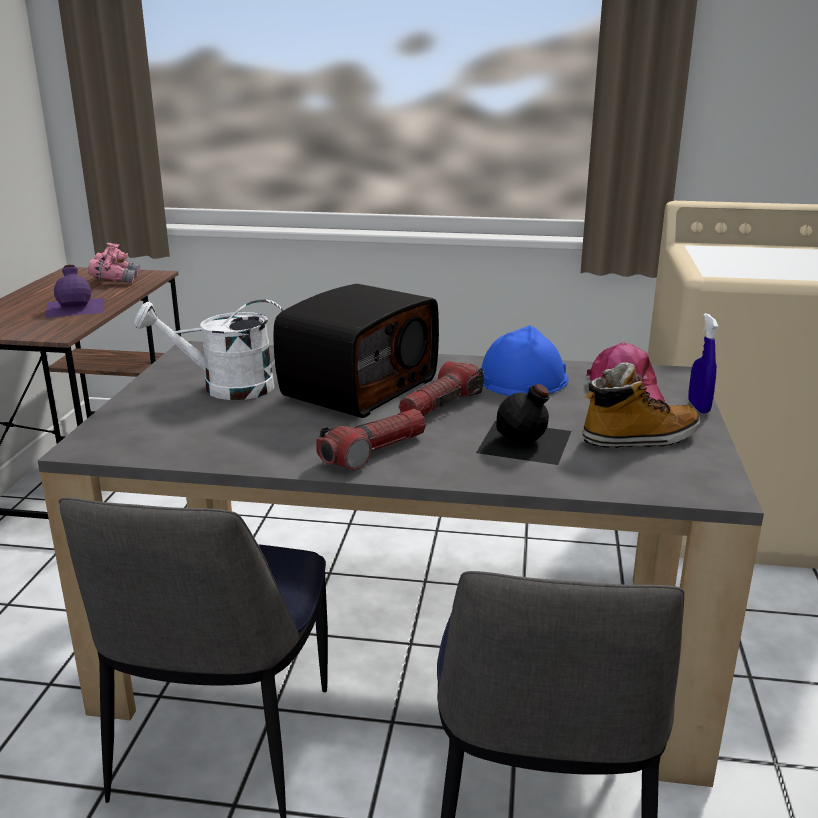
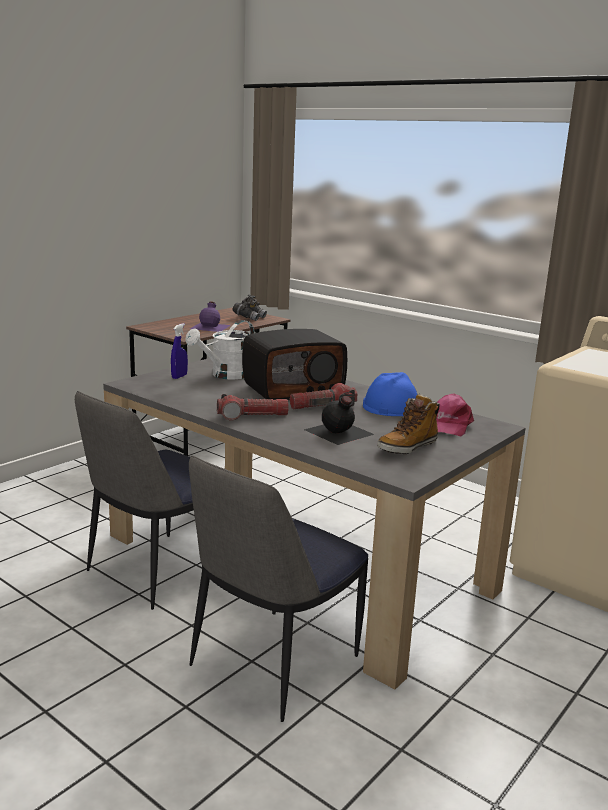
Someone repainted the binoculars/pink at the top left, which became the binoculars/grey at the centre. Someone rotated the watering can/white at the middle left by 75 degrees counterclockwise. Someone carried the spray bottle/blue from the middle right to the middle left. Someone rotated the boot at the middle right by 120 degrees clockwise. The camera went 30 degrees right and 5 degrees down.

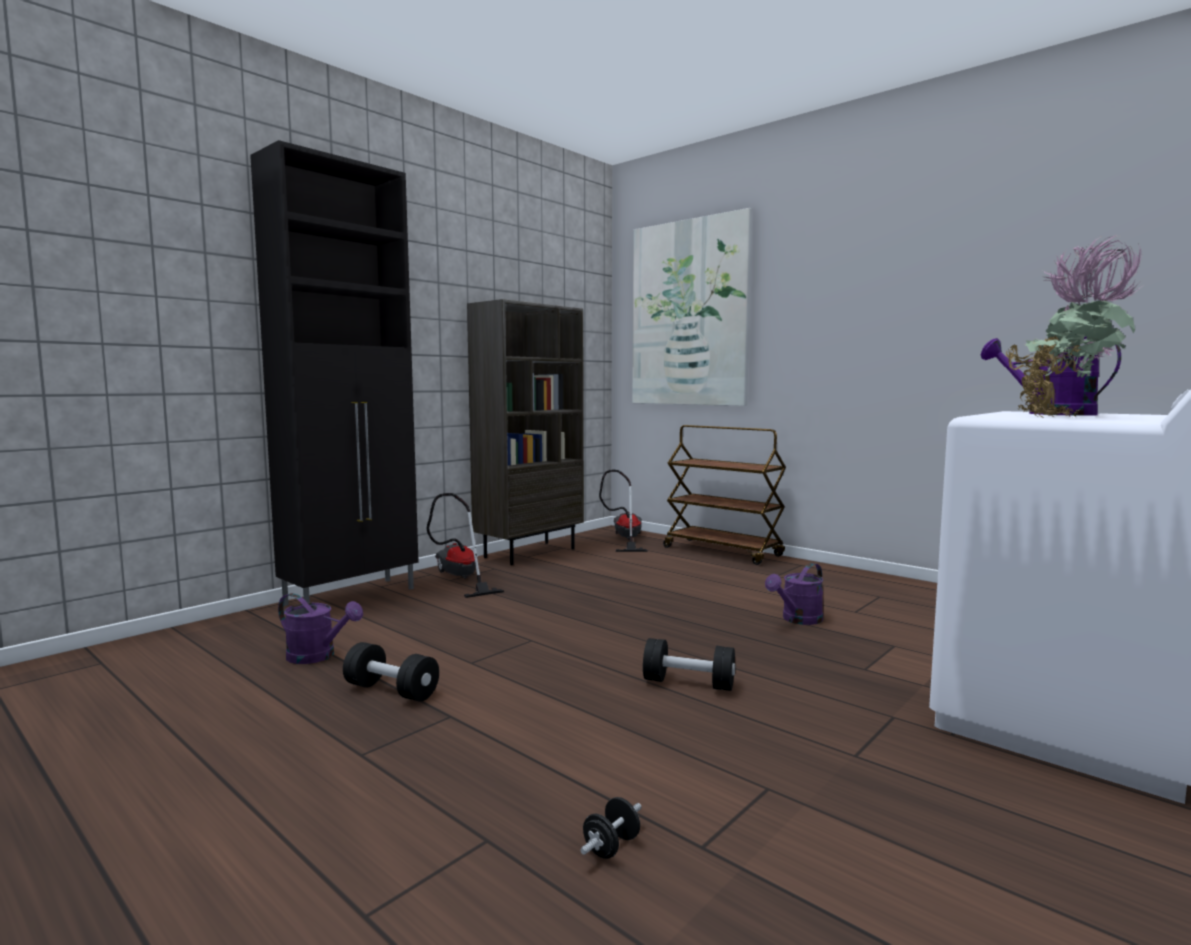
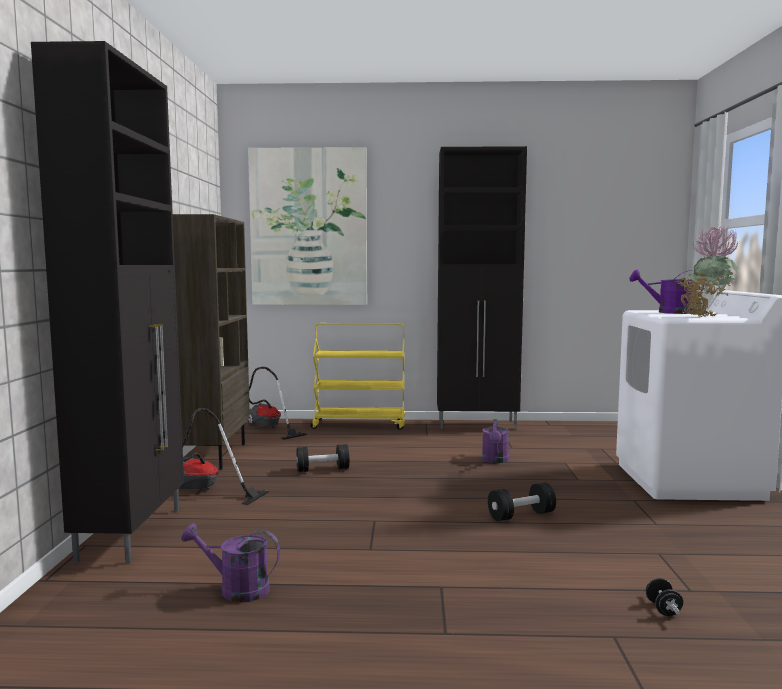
Someone repainted the cart/brown at the centre, which became the cart/yellow at the centre. Someone rotated the watering can/purple (1st from left) at the middle left by 150 degrees counterclockwise. Someone carried the dumbbell/black (1st from left) from the bottom left to the centre. Someone put down the cabinet/black (2nd from left) at the centre. The camera went 40 degrees left and 0 degrees up.

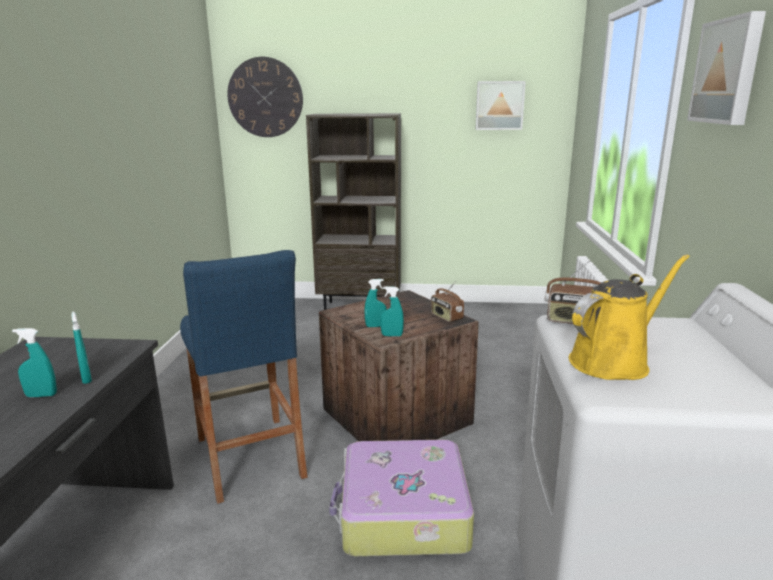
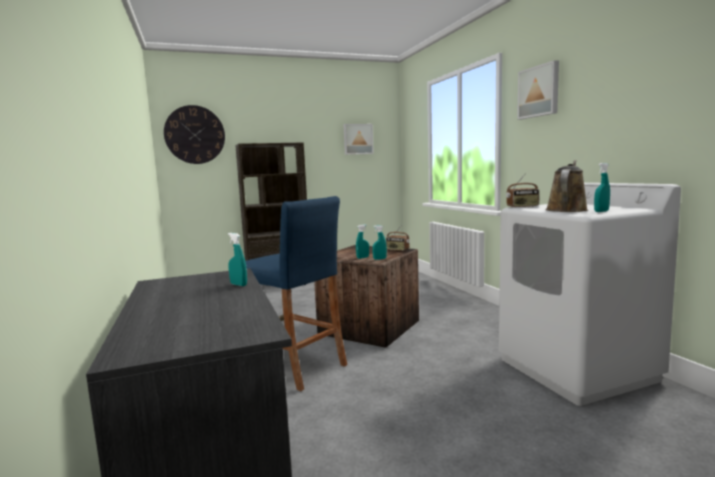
Someone repainted the watering can/yellow at the middle right, which became the watering can/brown at the middle right. Someone carried the spray bottle/turquoise (1st from left in the first image) from the middle left to the middle right. Someone took away the suitcase at the bottom centre. The camera went 25 degrees left and 10 degrees down.

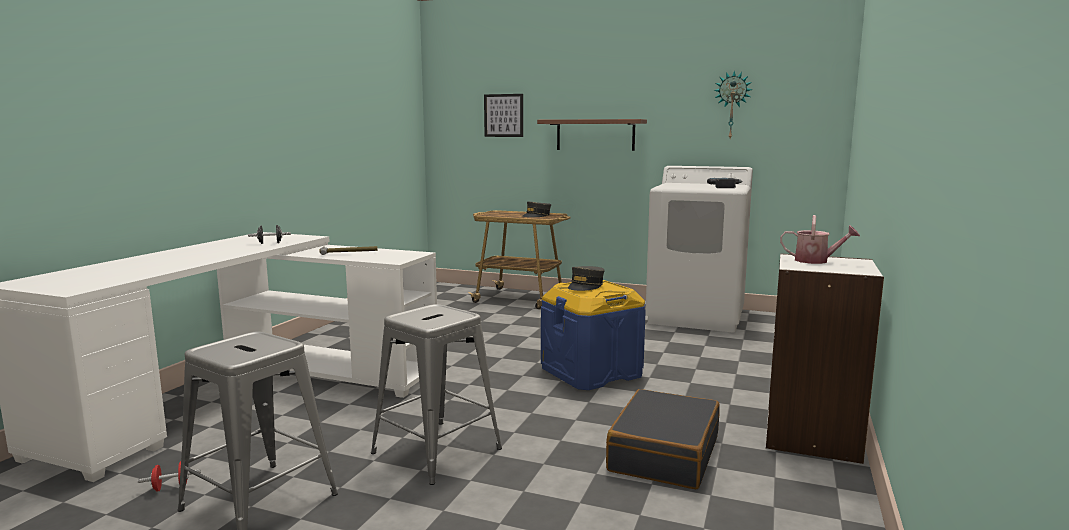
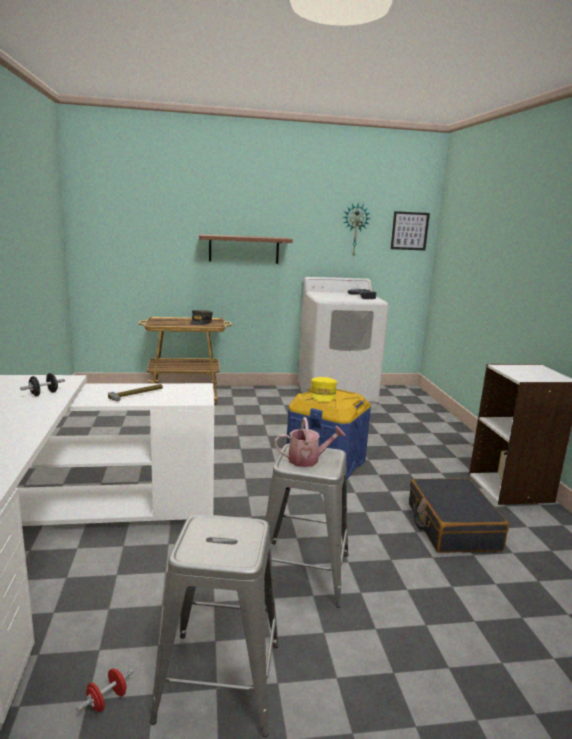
Someone carried the picture from the top centre to the top right. Someone carried the watering can from the middle right to the centre. Someone repainted the cap/grey (2nd from left) at the centre, which became the cap/yellow at the centre. The camera went 30 degrees left and 5 degrees up.

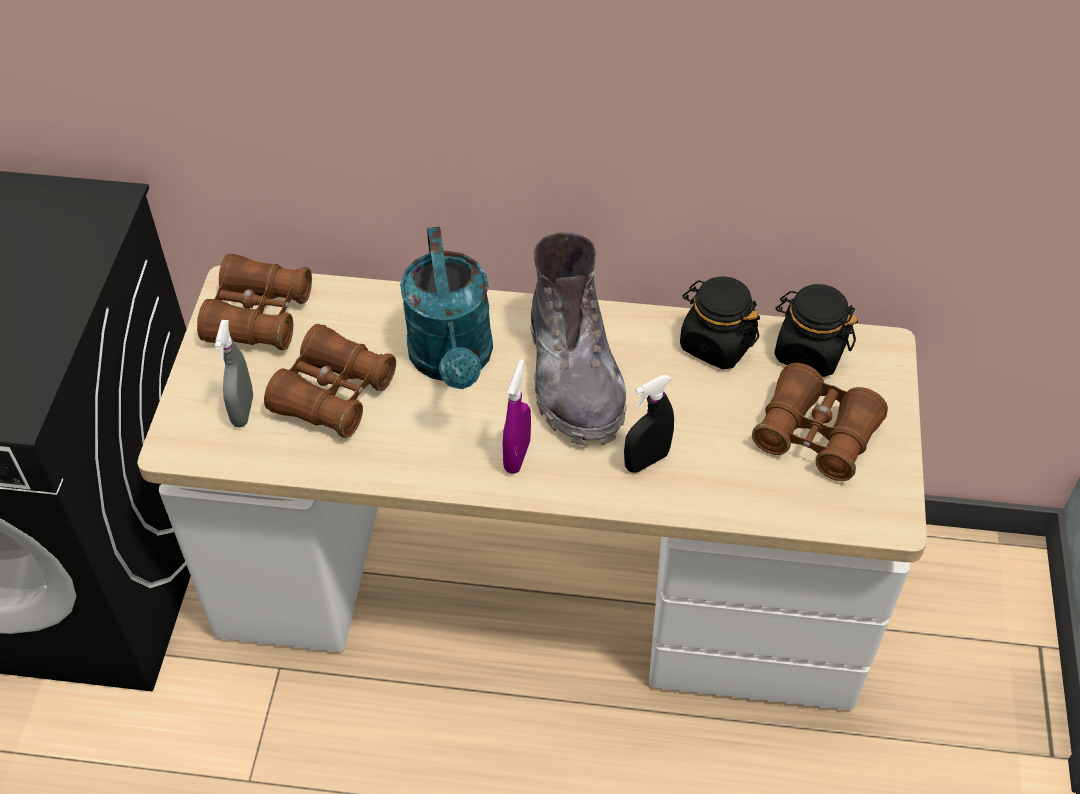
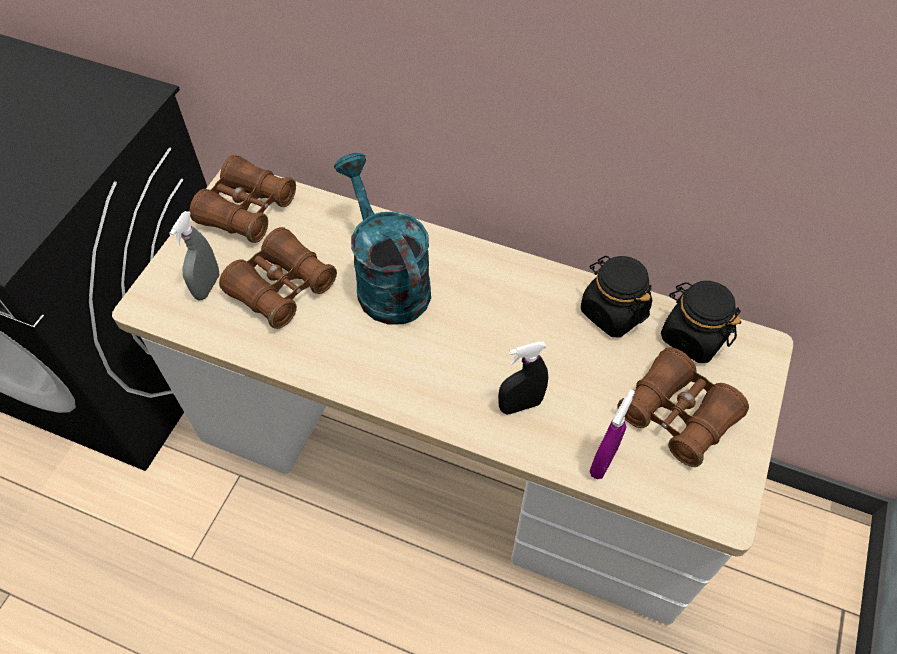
Someone rotated the watering can/turquoise at the centre by 150 degrees clockwise. Someone took away the boot/grey at the centre. Someone carried the spray bottle/purple from the centre to the middle right. The camera went 15 degrees right and 5 degrees up.

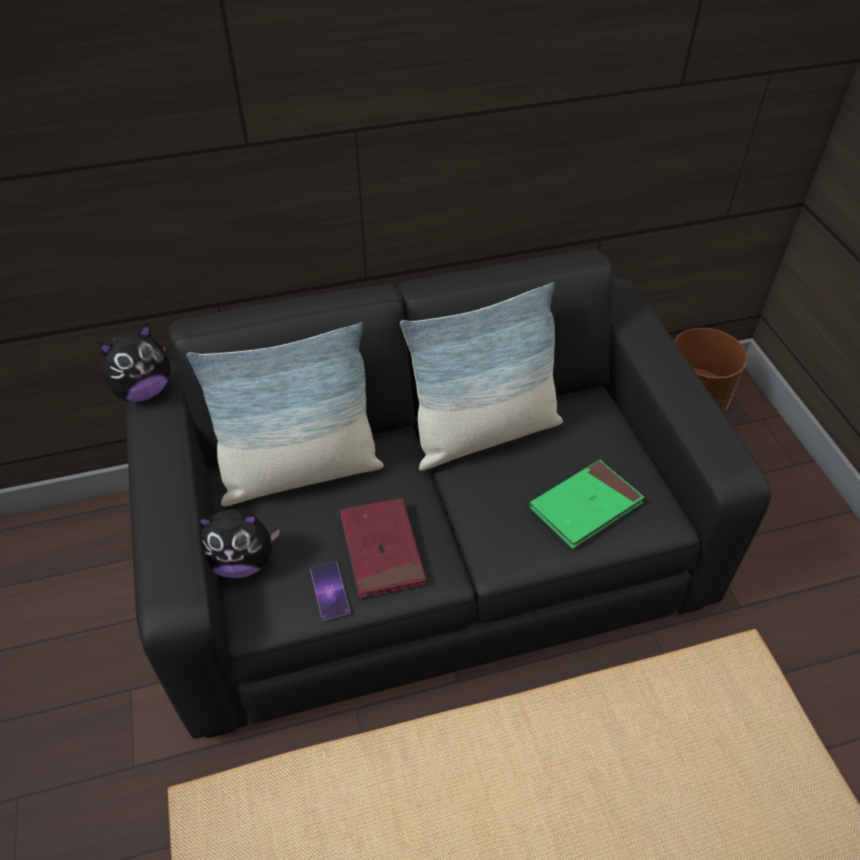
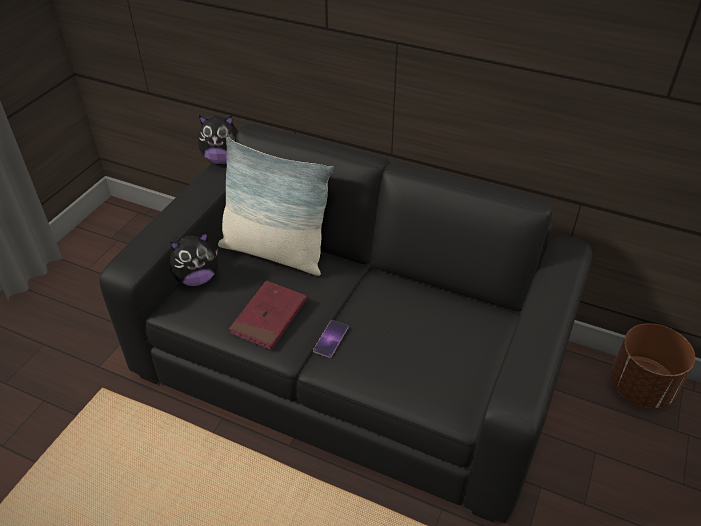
Someone took away the pillow (2nd from left) at the centre. Someone took away the book/green at the middle right. Someone rotated the plush toy (2nd from left in the first image) at the middle left by 60 degrees counterclockwise. Someone carried the phone from the bottom centre to the centre. The camera went 40 degrees right and 5 degrees down.

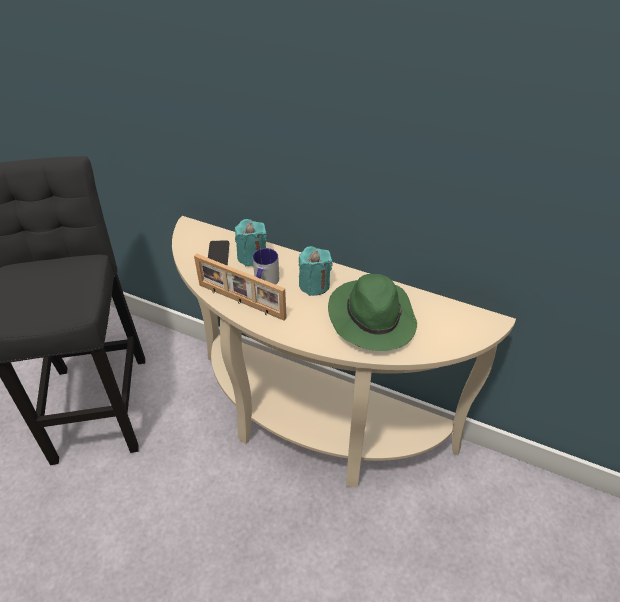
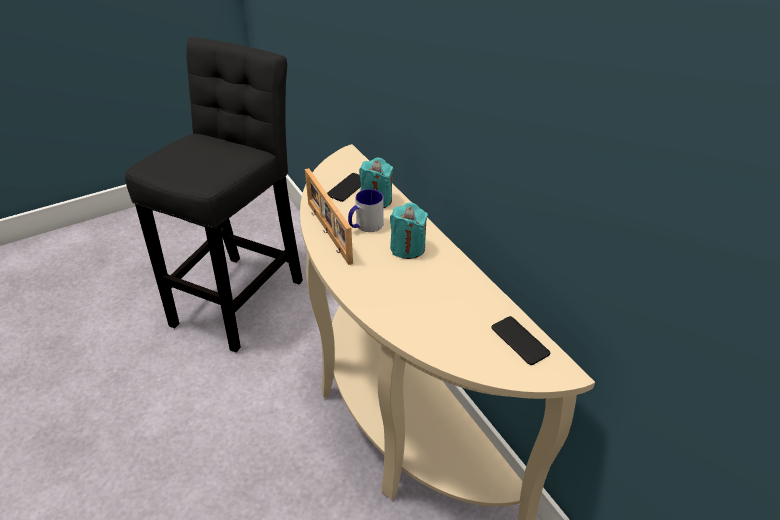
Someone took away the hat/green at the centre. Someone put down the phone (2nd from left) at the middle right. The camera went 35 degrees right and 5 degrees down.

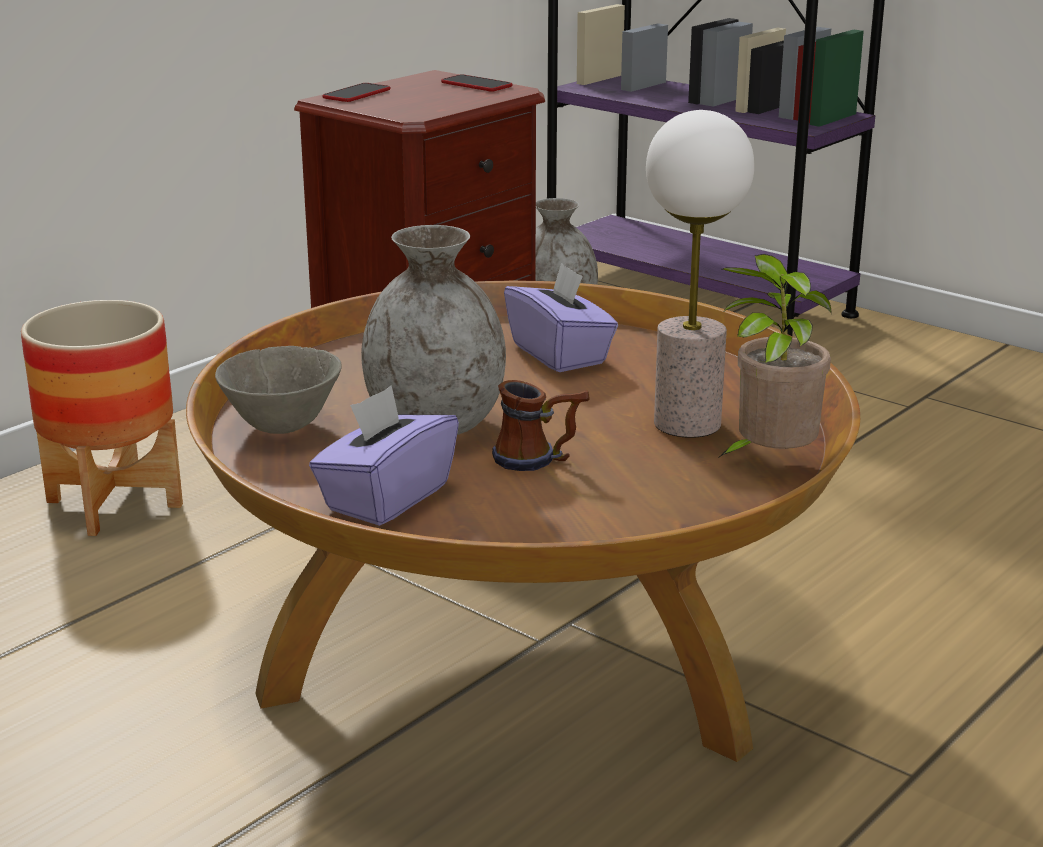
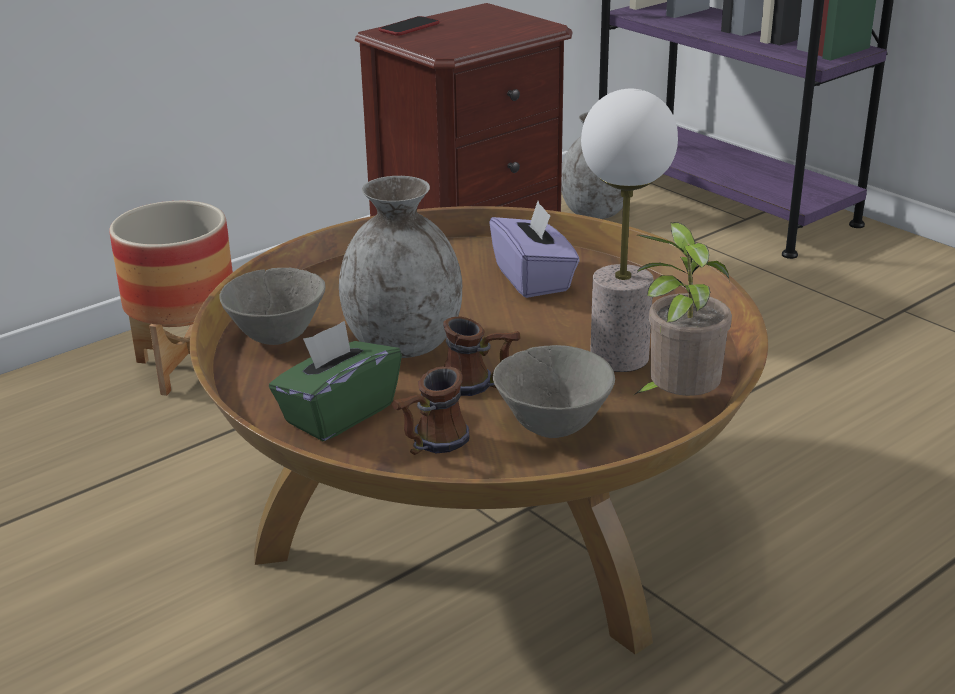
Someone took away the phone (2nd from left) at the top centre. Someone repainted the tissue box/purple (1st from left) at the centre, which became the tissue box/green at the centre. Someone put down the bowl/grey (2nd from left) at the centre. Someone put down the mug (1st from left) at the centre. The camera went 10 degrees right and 5 degrees up.

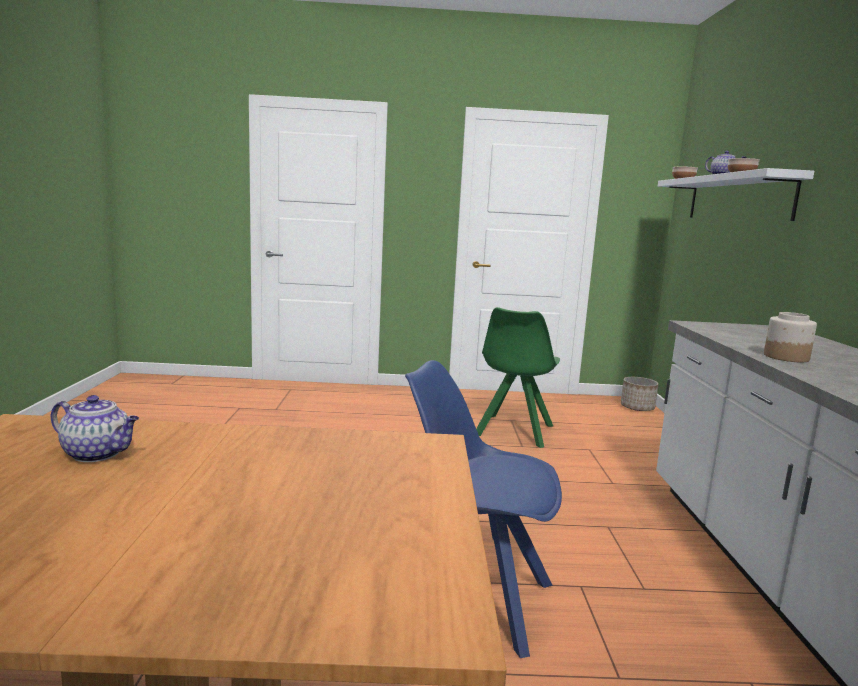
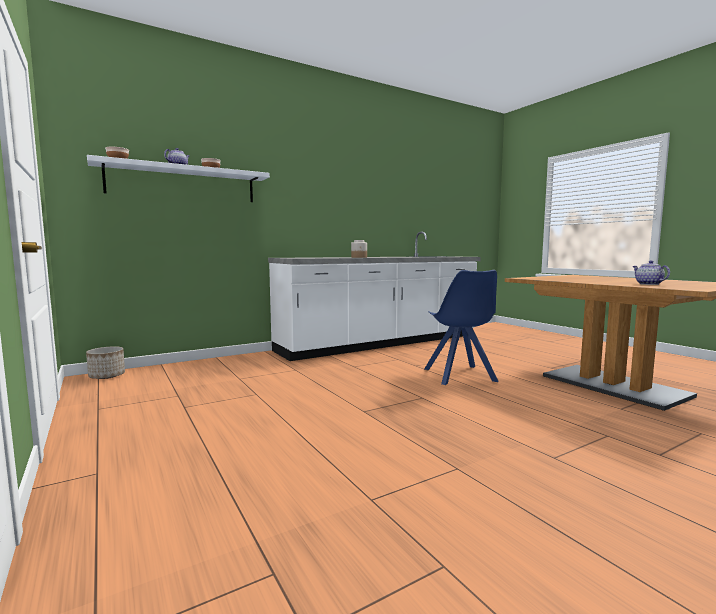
Someone took away the chair/green at the centre. The camera went 120 degrees left and 5 degrees down.

